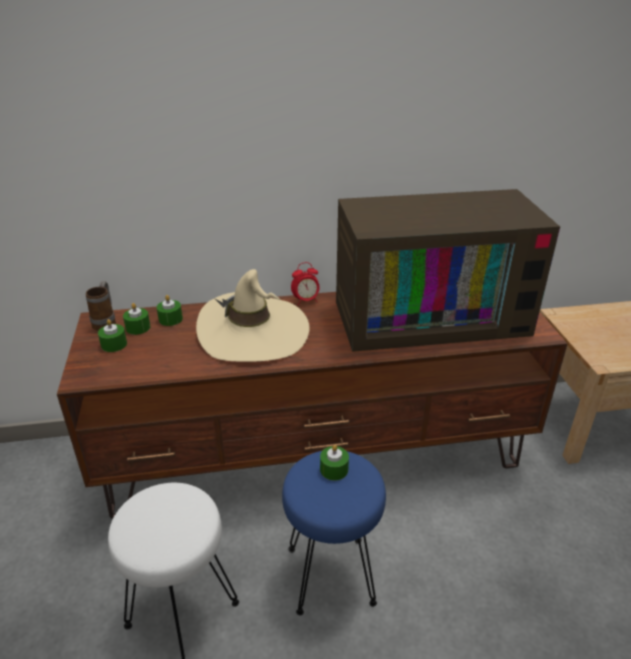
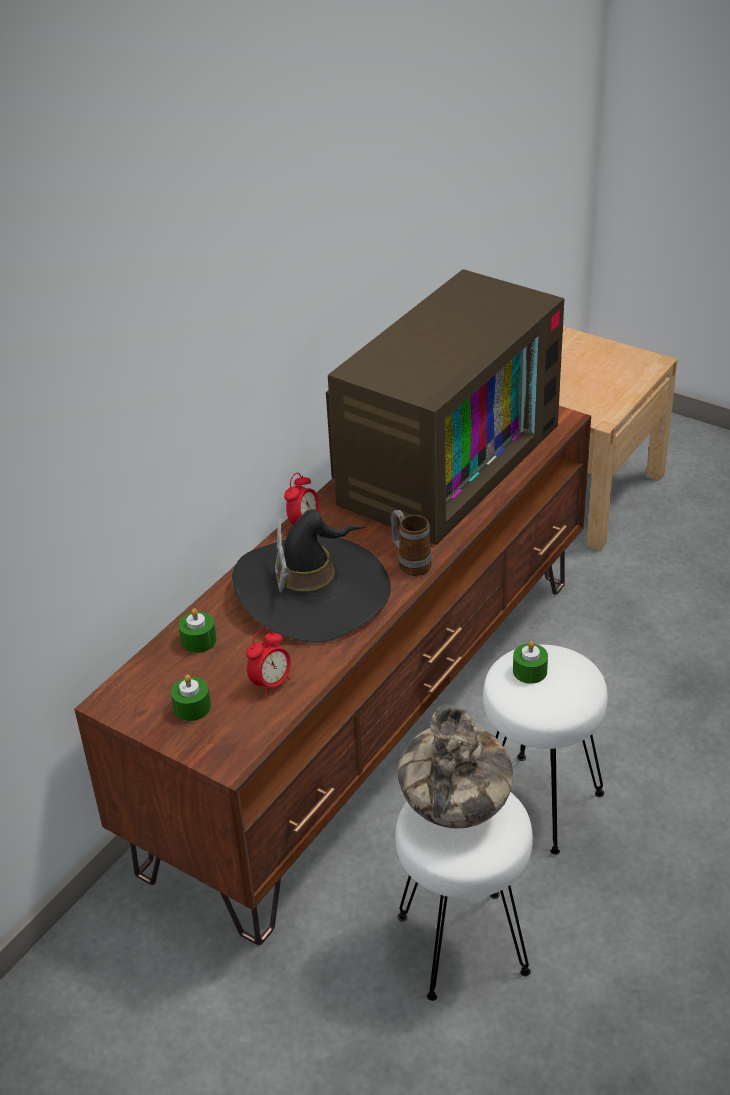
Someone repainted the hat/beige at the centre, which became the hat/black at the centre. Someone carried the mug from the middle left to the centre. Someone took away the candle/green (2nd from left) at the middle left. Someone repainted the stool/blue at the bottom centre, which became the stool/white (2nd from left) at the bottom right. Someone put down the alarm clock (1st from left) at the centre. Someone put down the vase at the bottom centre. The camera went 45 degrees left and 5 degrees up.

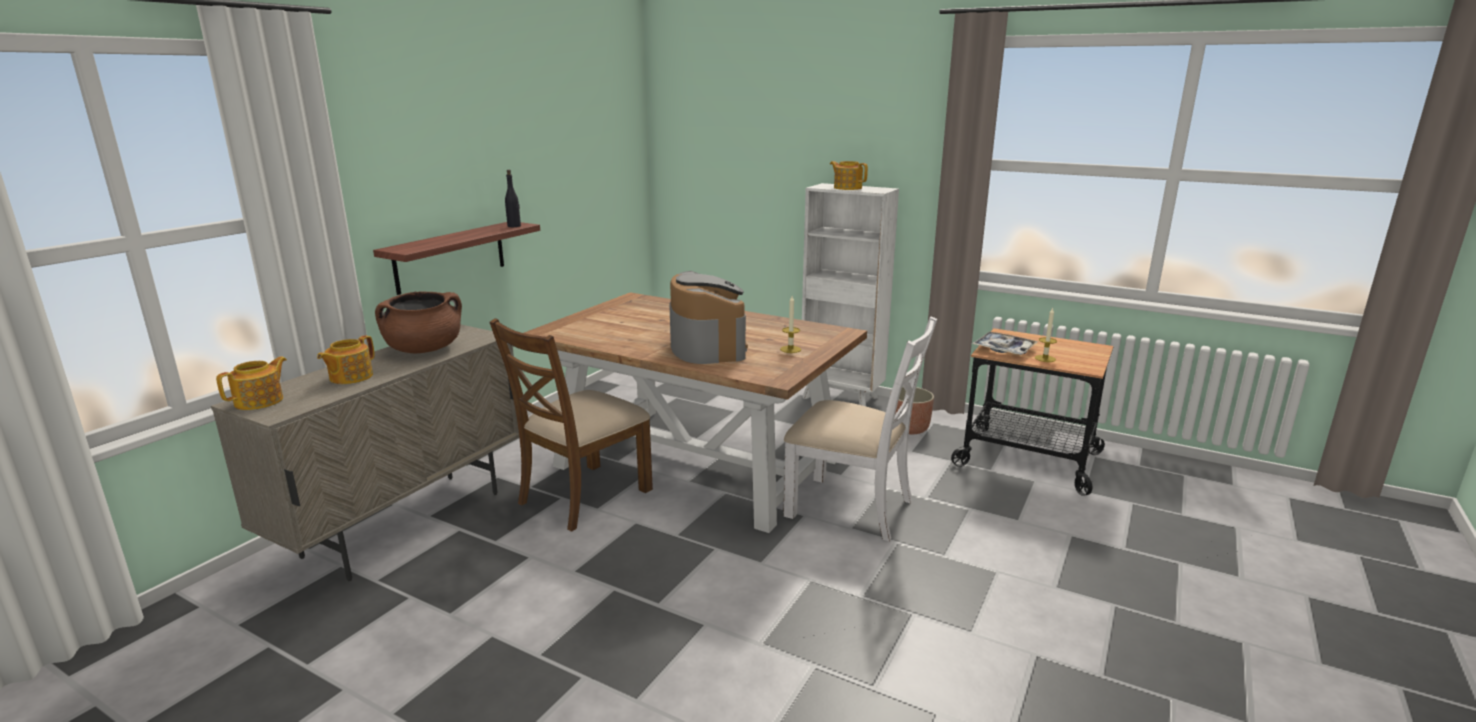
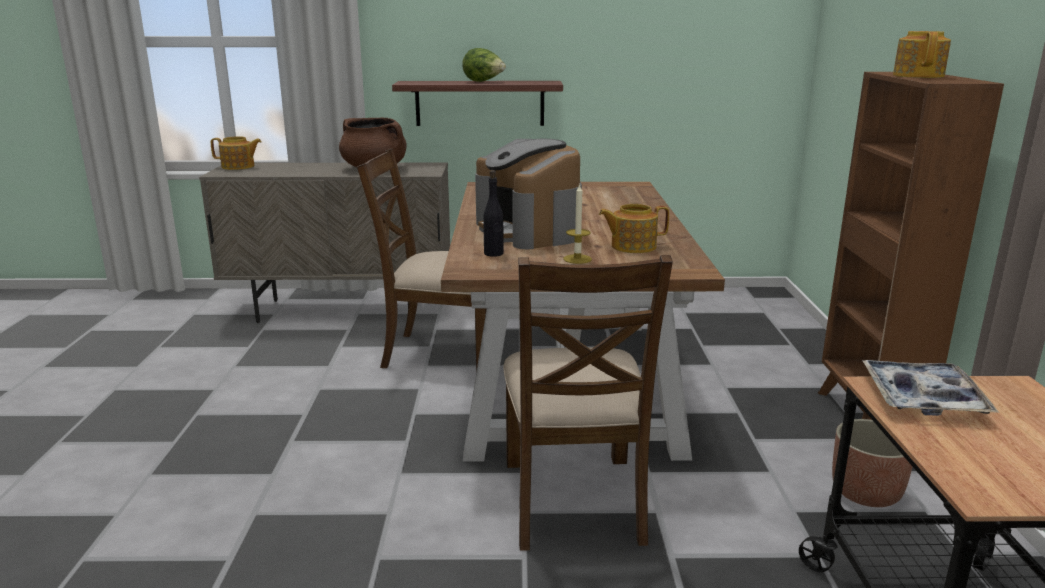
Someone carried the bottle/black from the top centre to the centre. Someone repainted the bookcase/white at the centre, which became the bookcase/brown at the middle right. Someone rotated the coffee machine at the centre by 105 degrees clockwise. Someone took away the candle (2nd from left) at the middle right. Someone repainted the chair/white at the centre, which became the chair/brown (2nd from left) at the bottom centre. Someone carried the teapot (2nd from left) from the middle left to the centre. Someone put down the lettuce at the top centre. The camera went 60 degrees right and 0 degrees up.

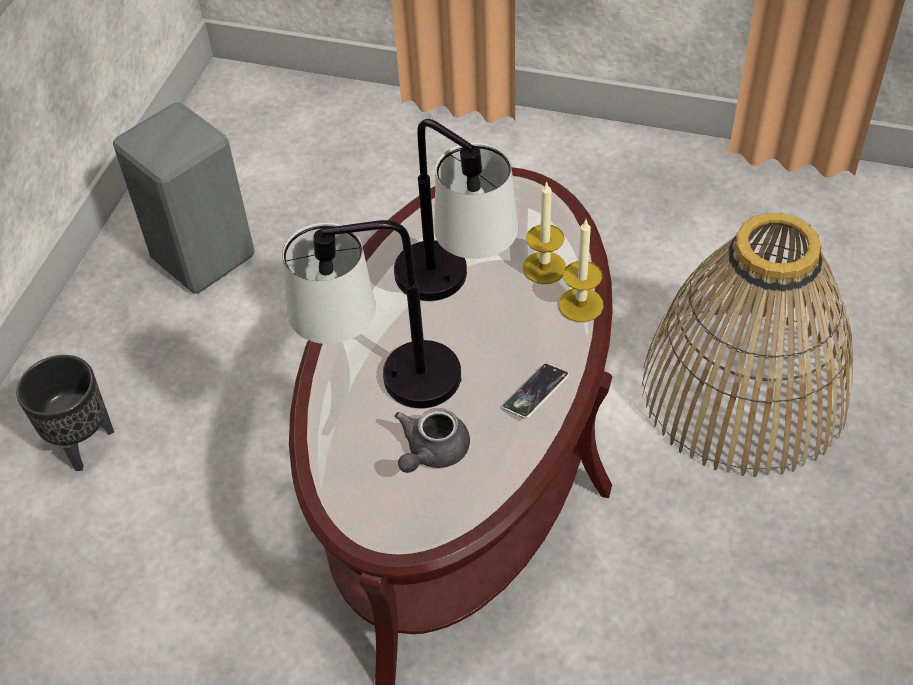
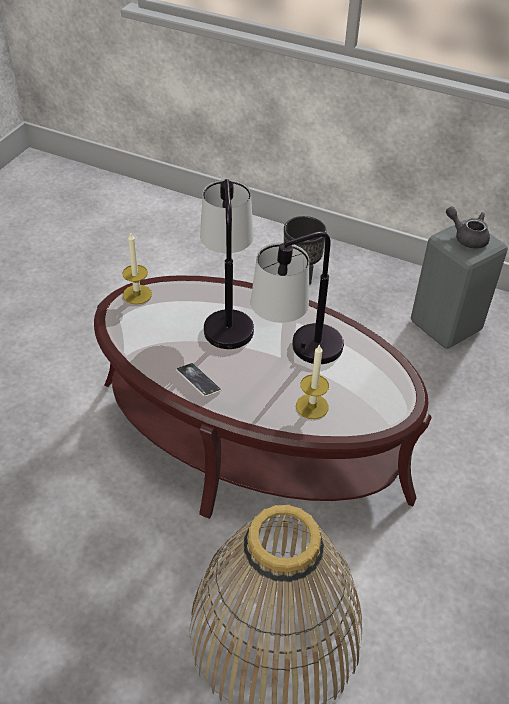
Someone carried the candle (2nd from left in the first image) from the centre to the middle left. Someone carried the teapot/grey from the centre to the top right. The camera went 95 degrees right and 5 degrees down.

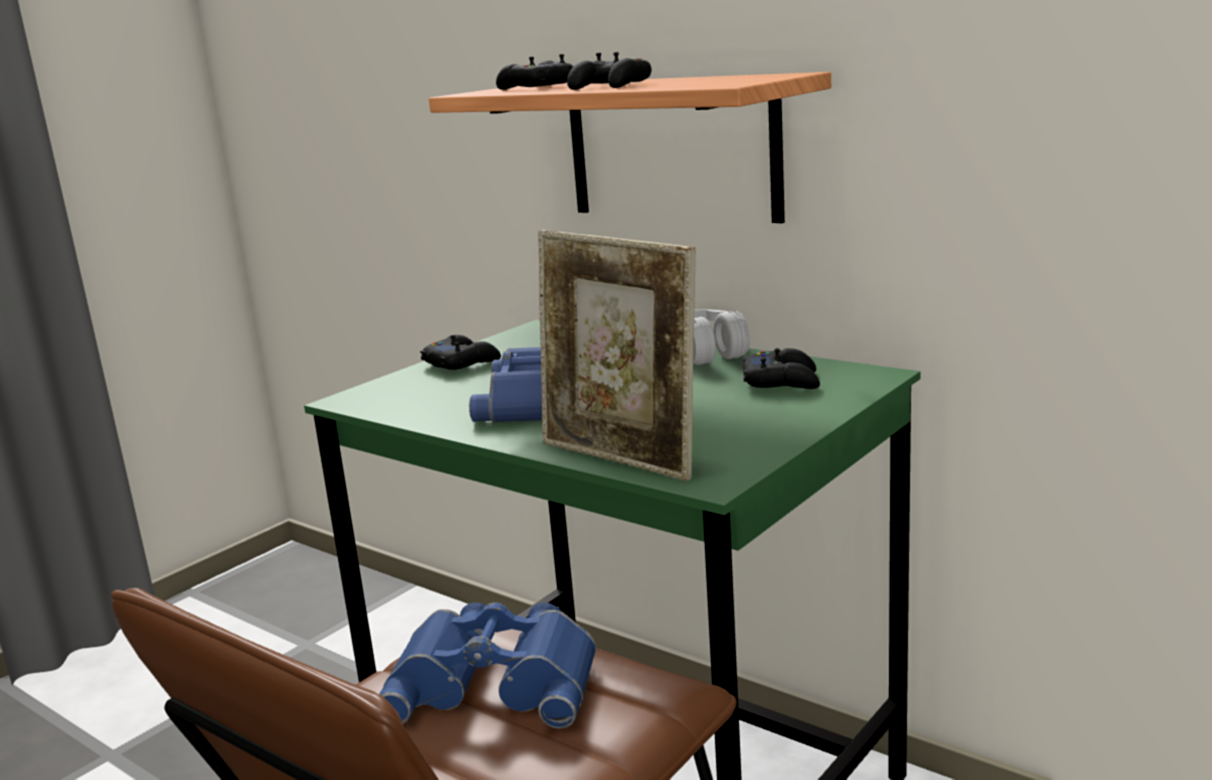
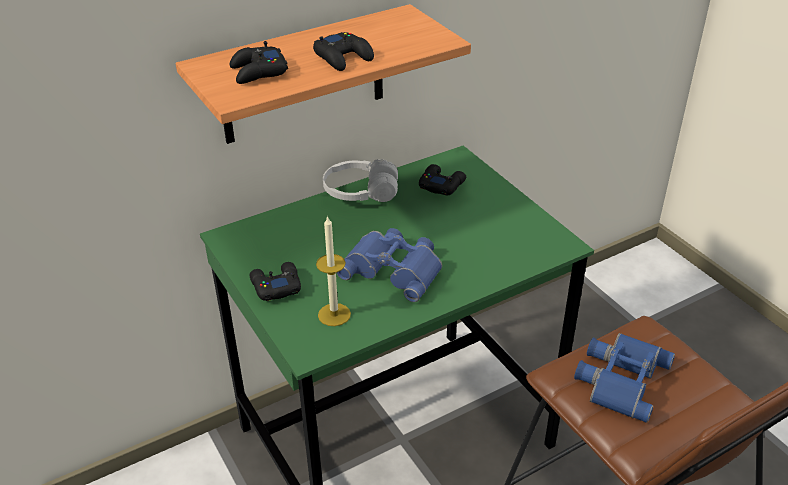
Someone took away the picture frame at the centre. Someone put down the candle at the centre. The camera went 70 degrees left and 20 degrees up.

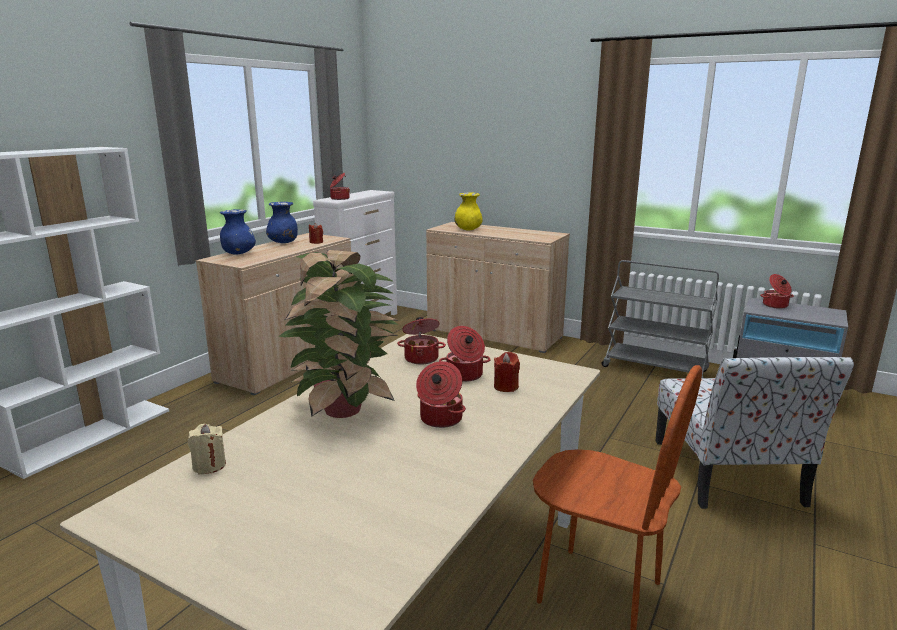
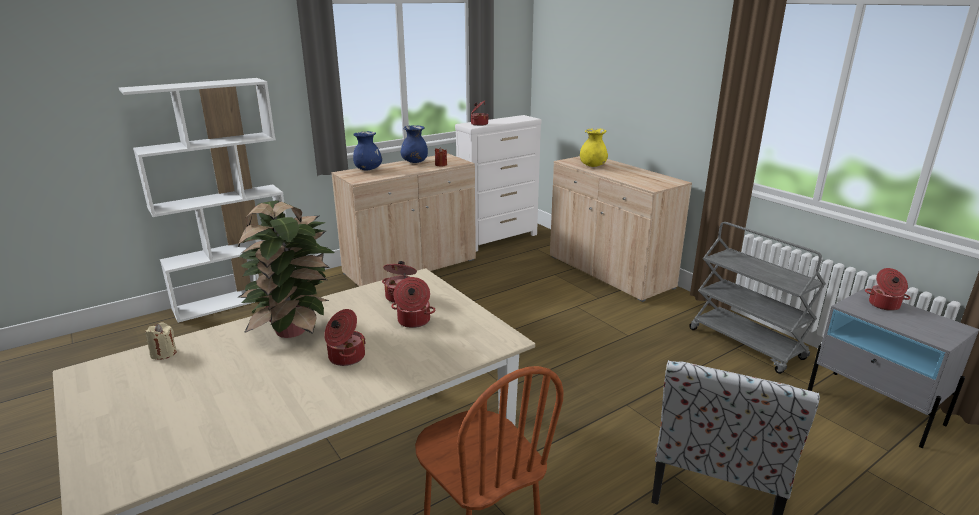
Someone took away the candle/red (2nd from left) at the centre. The camera went 25 degrees right and 5 degrees up.

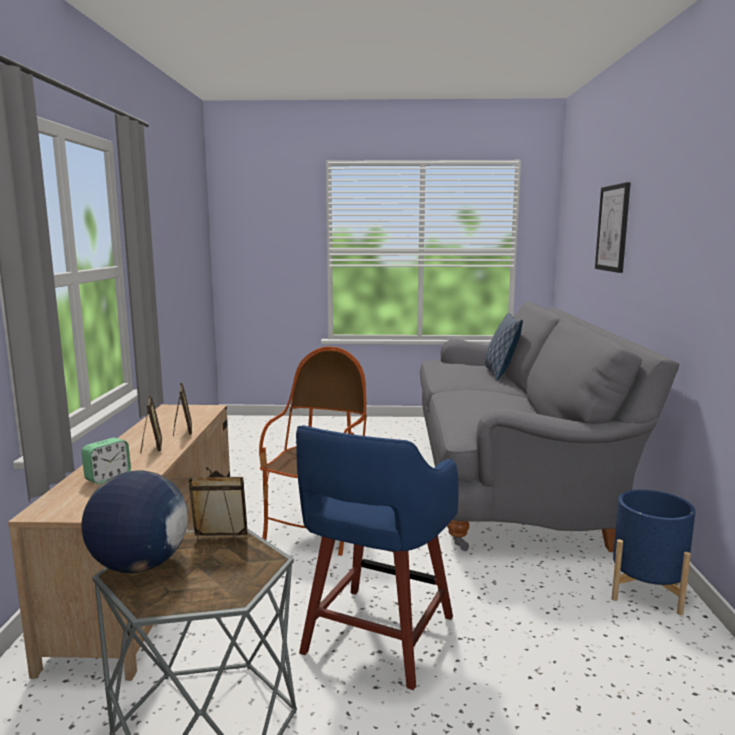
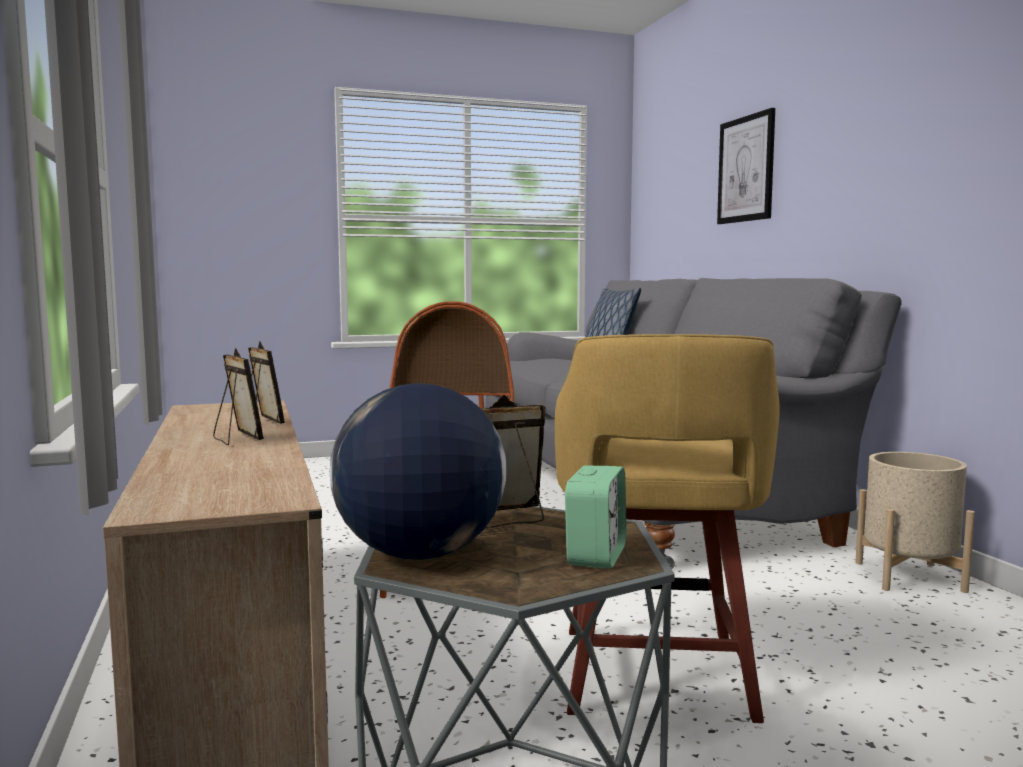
Someone repainted the stool/blue at the bottom centre, which became the stool/yellow at the bottom centre. Someone carried the alarm clock from the middle left to the bottom centre. Someone repainted the planter/blue at the bottom right, which became the planter/beige at the bottom right. The camera went 20 degrees left and 5 degrees down.

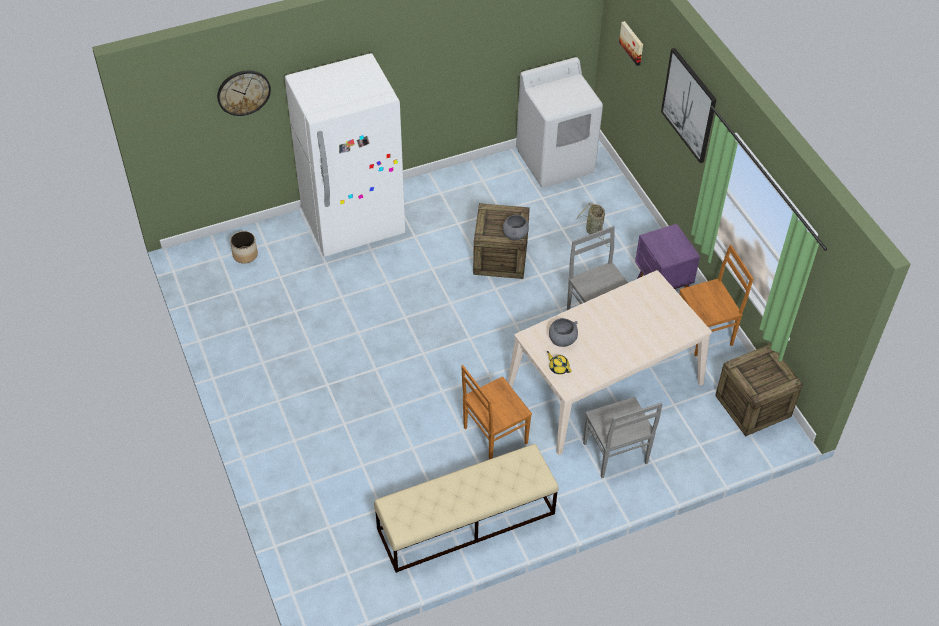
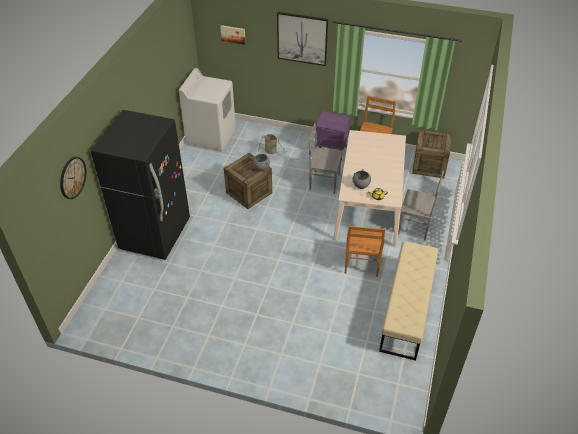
Someone repainted the fridge/white at the top centre, which became the fridge/black at the middle left. Someone took away the planter at the middle left. The camera went 50 degrees left and 5 degrees down.

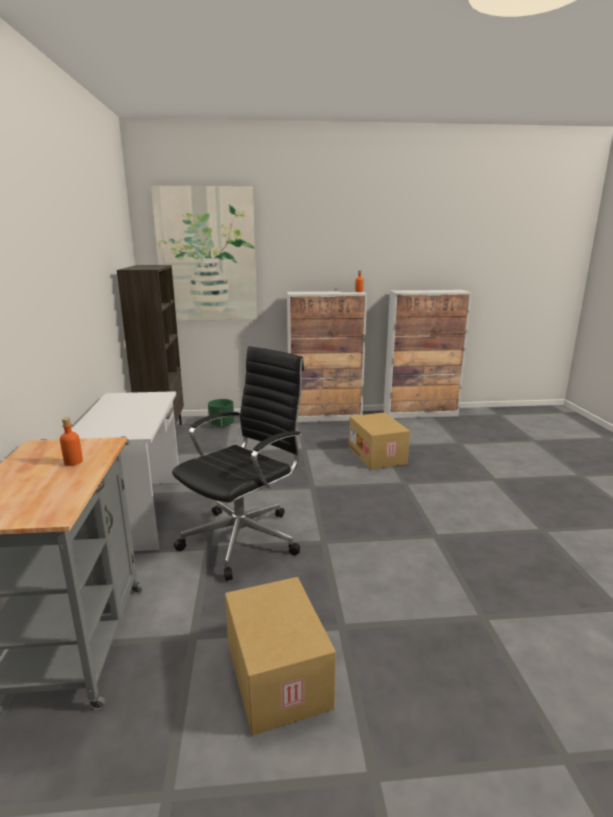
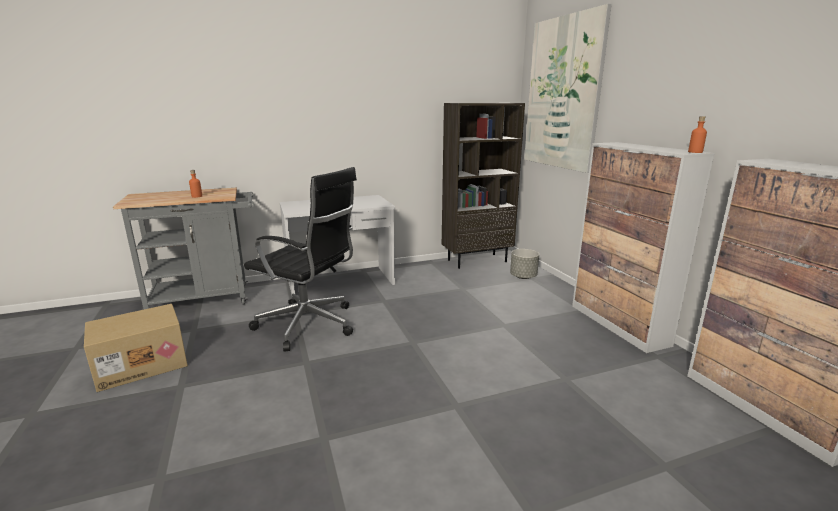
Someone repainted the planter/green at the centre, which became the planter/grey at the centre. Someone took away the cardboard box (2nd from left) at the centre. The camera went 75 degrees right and 0 degrees up.

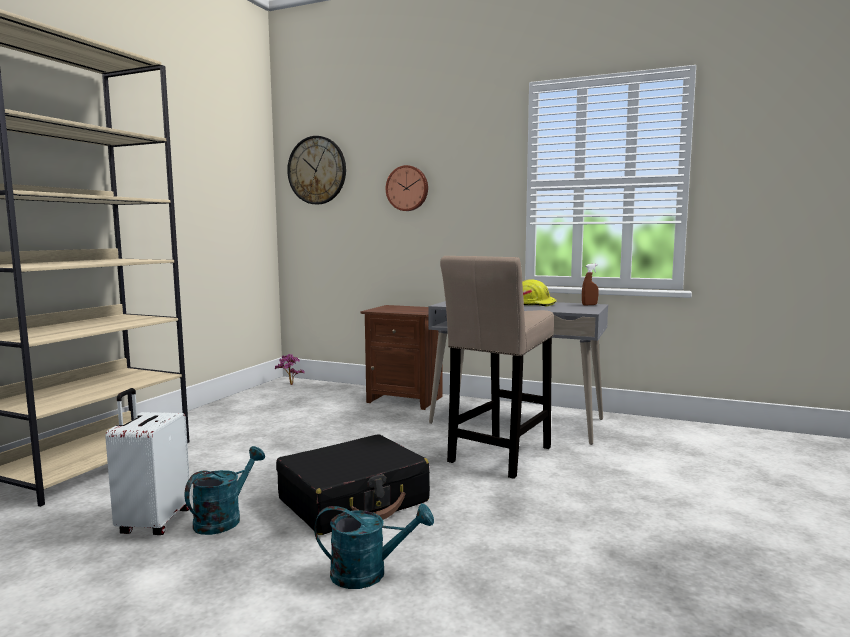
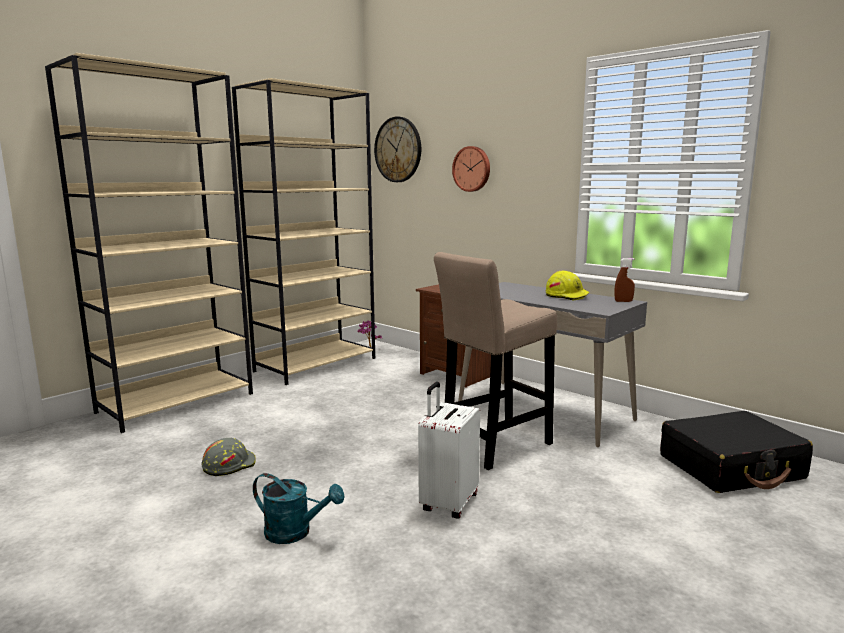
Someone carried the suitcase/white from the bottom left to the bottom centre. Someone carried the suitcase/black from the bottom centre to the bottom right. Someone swapped the watering can/turquoise (1st from left) at the bottom left for the hard hat/grey at the bottom left. Someone put down the bookcase/beige (2nd from left) at the centre. The camera went 20 degrees right and 5 degrees up.

